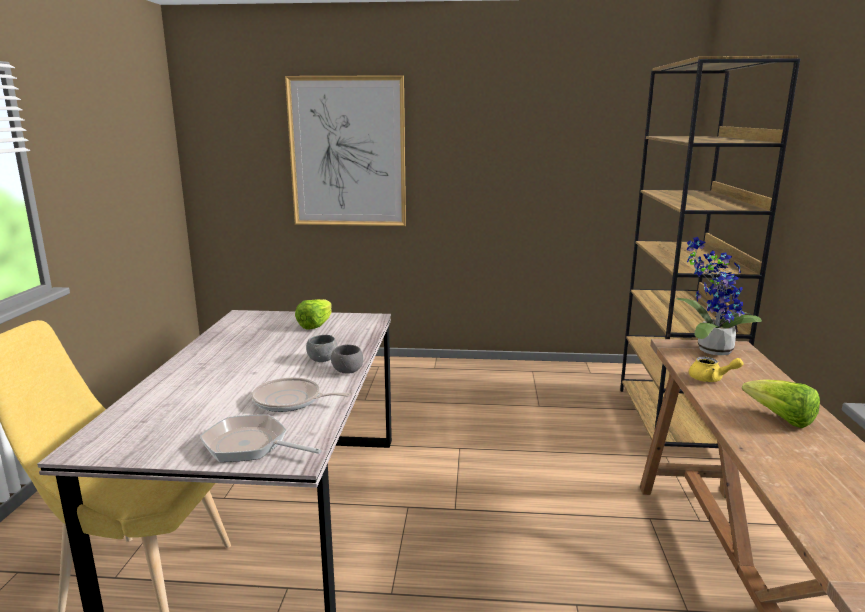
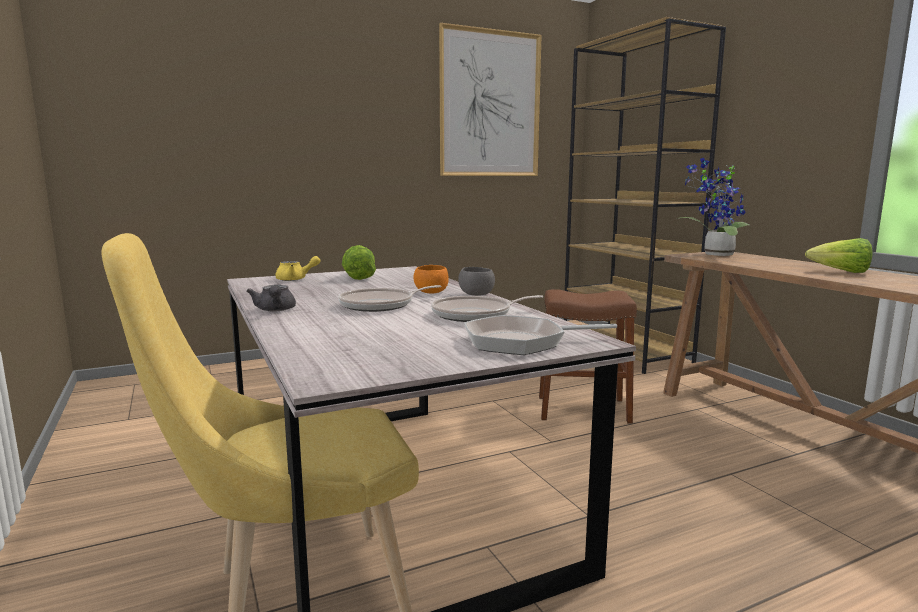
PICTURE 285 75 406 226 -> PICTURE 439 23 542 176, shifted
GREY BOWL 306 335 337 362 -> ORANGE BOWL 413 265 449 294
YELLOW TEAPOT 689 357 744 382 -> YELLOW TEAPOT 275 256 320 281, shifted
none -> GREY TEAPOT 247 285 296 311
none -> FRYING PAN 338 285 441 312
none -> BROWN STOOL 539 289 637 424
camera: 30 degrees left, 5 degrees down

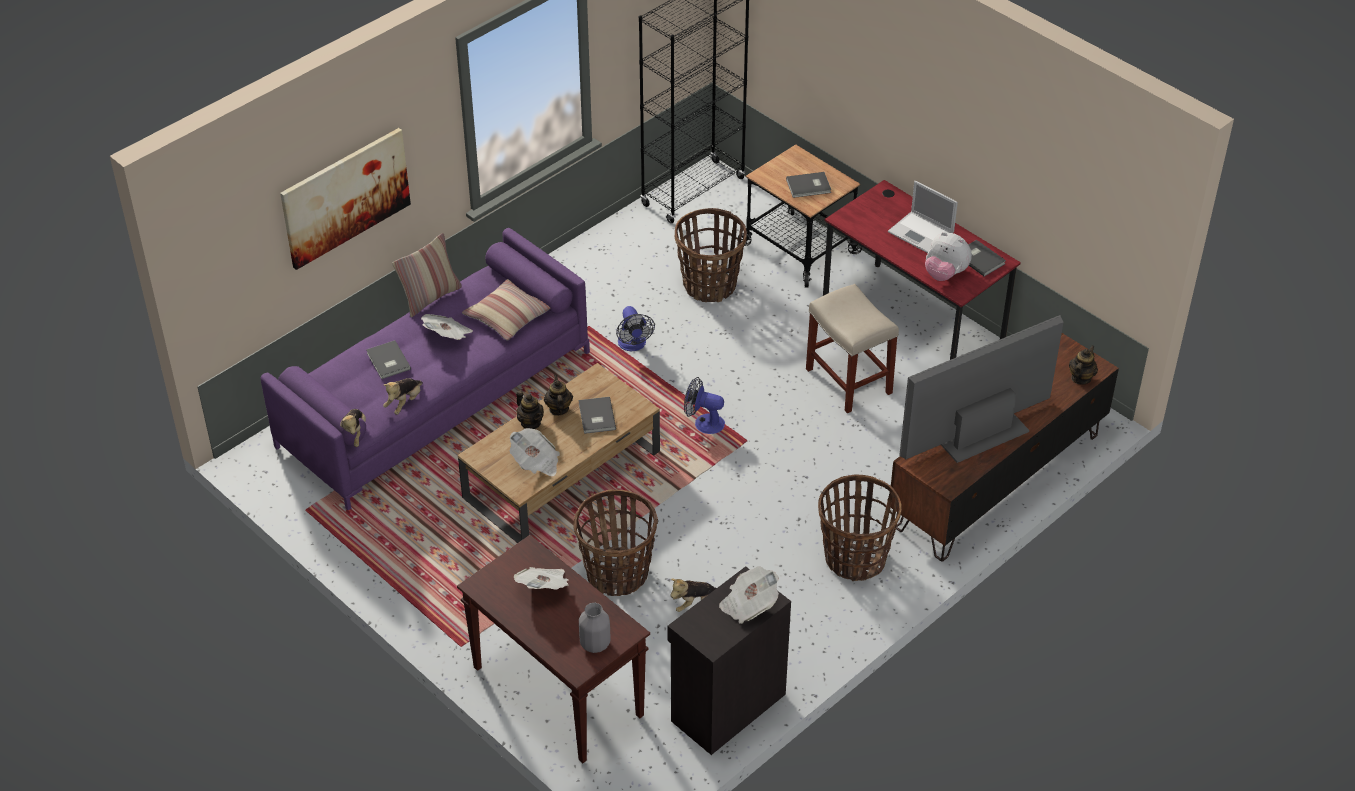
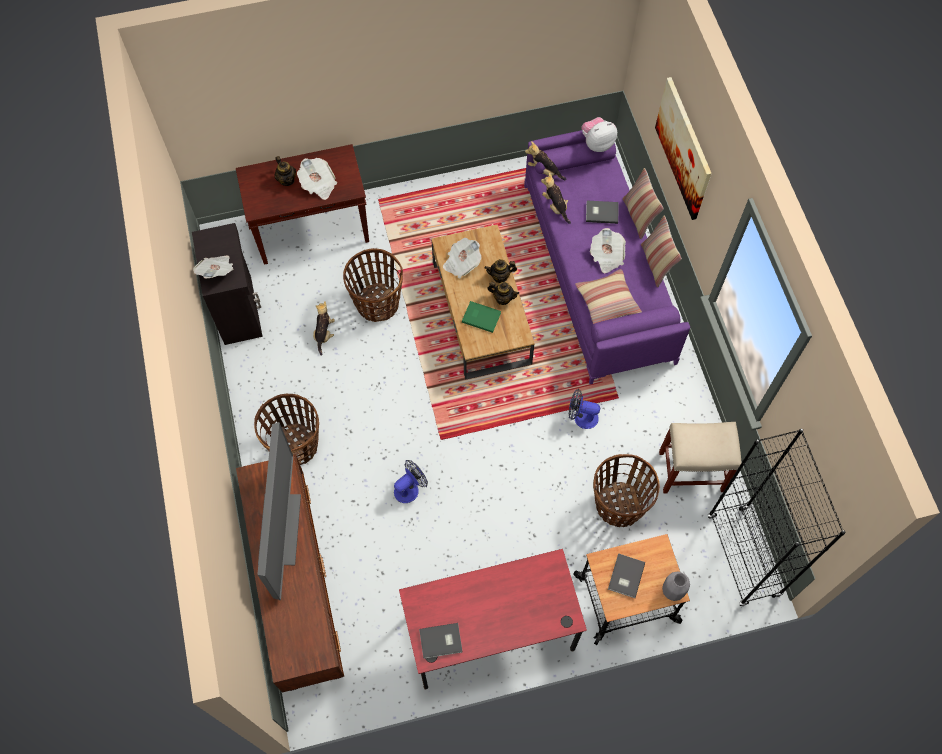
LAPTOP 888 181 958 253 -> none
PLUSH TOY 925 232 972 281 -> PLUSH TOY 582 117 617 152, shifted
BEIGE STOOL 806 284 899 413 -> BEIGE STOOL 659 422 741 493, shifted
TEAPOT 1069 345 1098 385 -> TEAPOT 275 156 296 186, shifted
FAN 684 377 725 434 -> FAN 394 460 428 503, shifted
GREY BOOK 579 397 616 434 -> GREEN BOOK 462 301 501 333
GREY VASE 579 603 610 653 -> GREY VASE 662 571 690 601, shifted
none -> PILLOW 623 168 664 239
camera: 120 degrees right, 20 degrees up

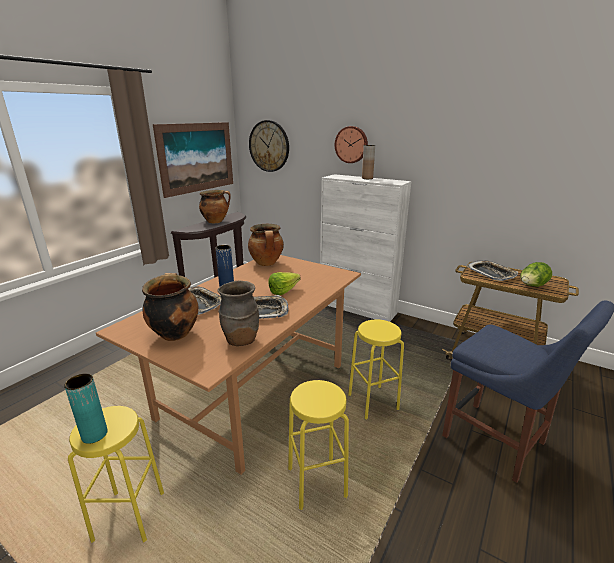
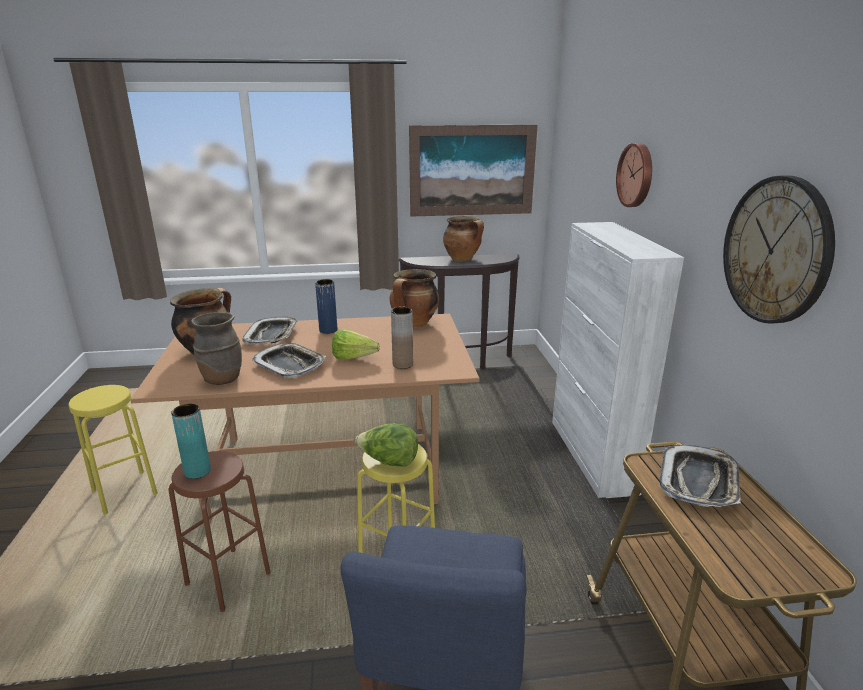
WALL CLOCK 249 120 289 172 -> WALL CLOCK 723 175 835 324, shifted
BROWN VASE 362 145 375 179 -> BROWN VASE 391 307 413 369, shifted
LETTUCE 520 262 552 287 -> LETTUCE 355 423 418 467, shifted
TURQUOISE VASE 64 374 108 444 -> TURQUOISE VASE 171 404 211 479, shifted
YELLOW STOOL 288 380 349 510 -> BROWN STOOL 168 451 270 612
camera: 50 degrees right, 0 degrees up

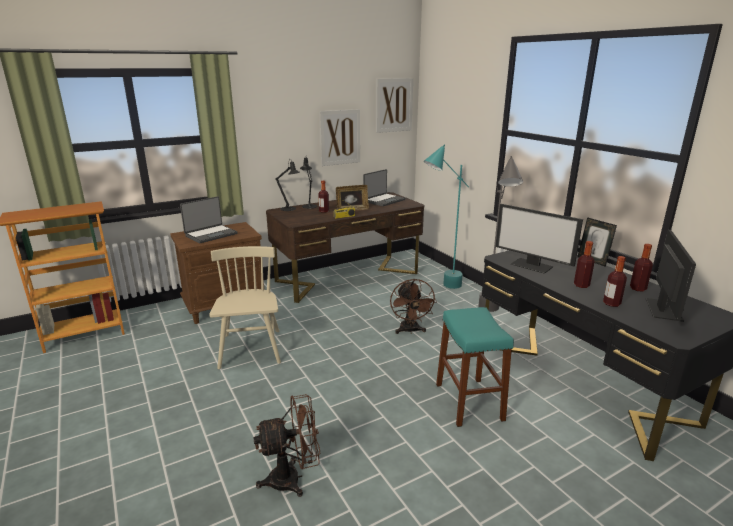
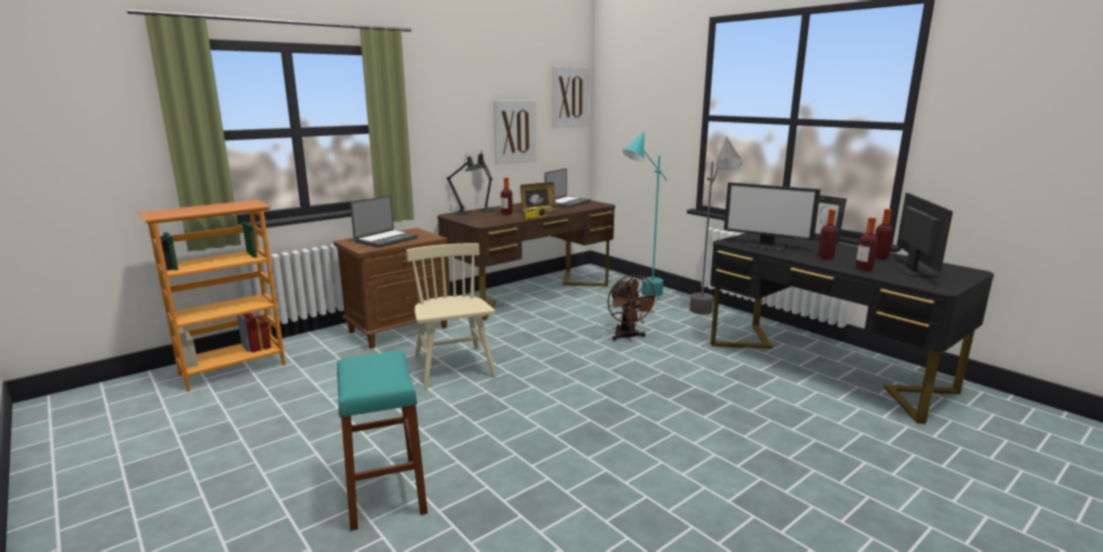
TURQUOISE STOOL 436 307 514 427 -> TURQUOISE STOOL 337 351 428 531, shifted
BROWN FAN 253 394 320 497 -> none
camera: 10 degrees left, 5 degrees down

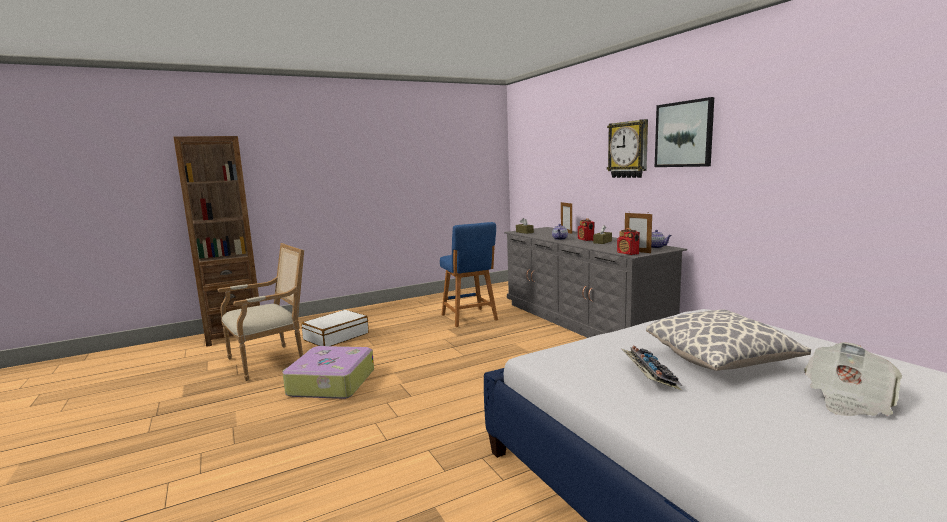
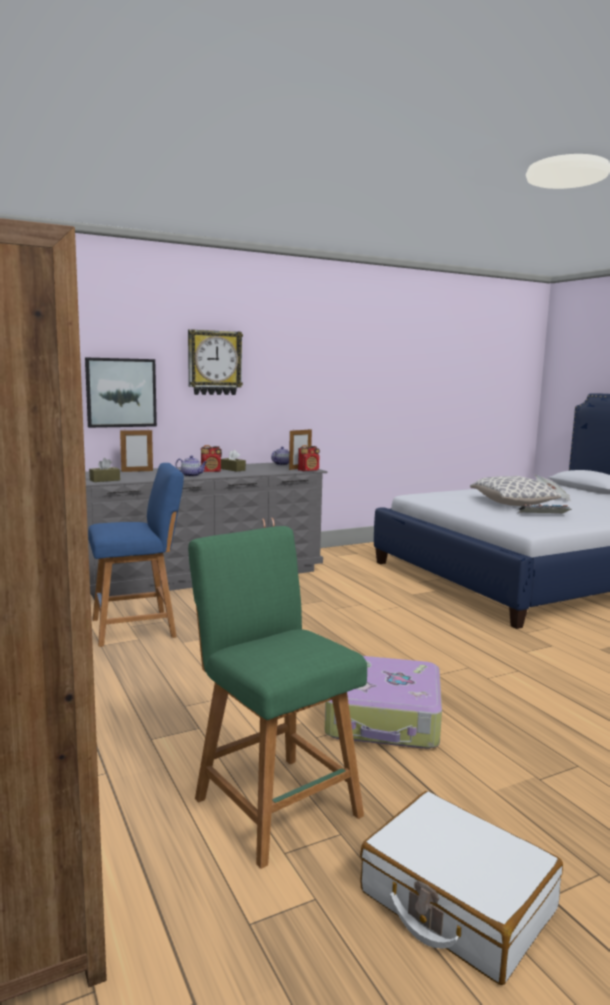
PICTURE 655 97 714 167 -> PICTURE 85 358 157 428, shifted
ARMCHAIR 218 243 304 381 -> GREEN STOOL 188 526 367 869
WHITE SUITCASE 302 310 369 346 -> WHITE SUITCASE 360 791 563 985, shifted
camera: 90 degrees left, 0 degrees up

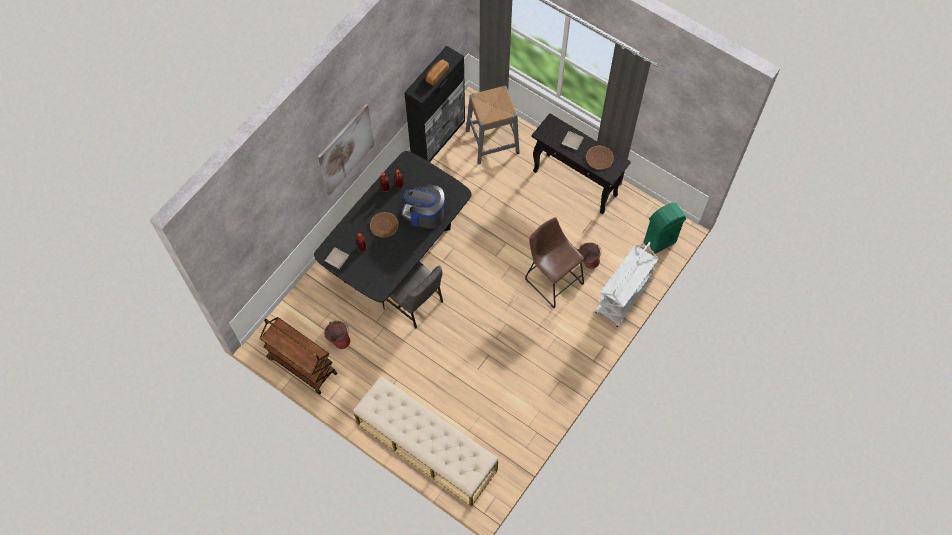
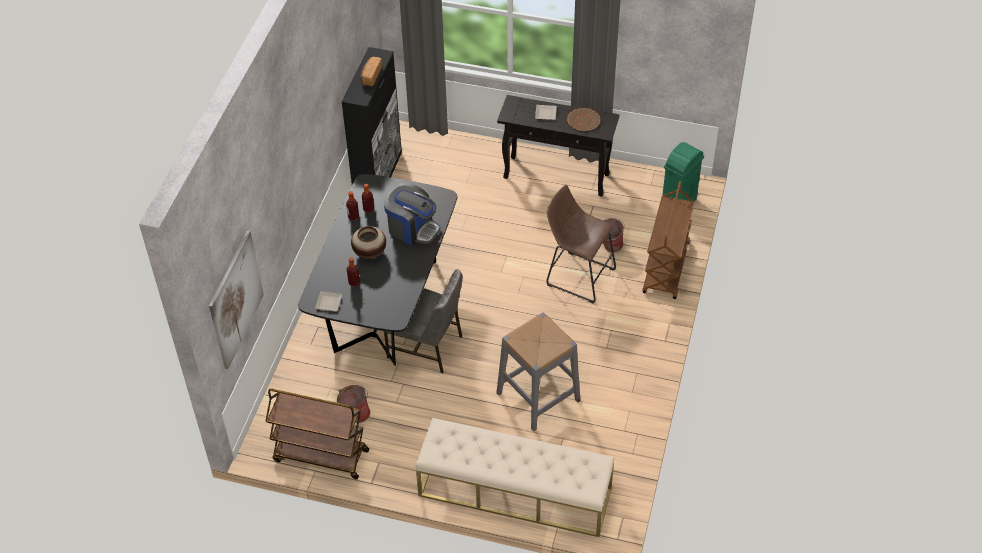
GREY STOOL 466 86 520 165 -> GREY STOOL 496 312 580 432, shifted
PICTURE 318 104 374 196 -> PICTURE 209 230 264 369, shifted
COFFEE MACHINE 402 184 445 229 -> COFFEE MACHINE 384 183 440 245, 150 degrees counterclockwise
BROWN PLATE 370 212 399 237 -> VASE 351 226 386 259
WHITE CART 595 242 659 327 -> BROWN CART 643 181 695 299
camera: 20 degrees left, 15 degrees down

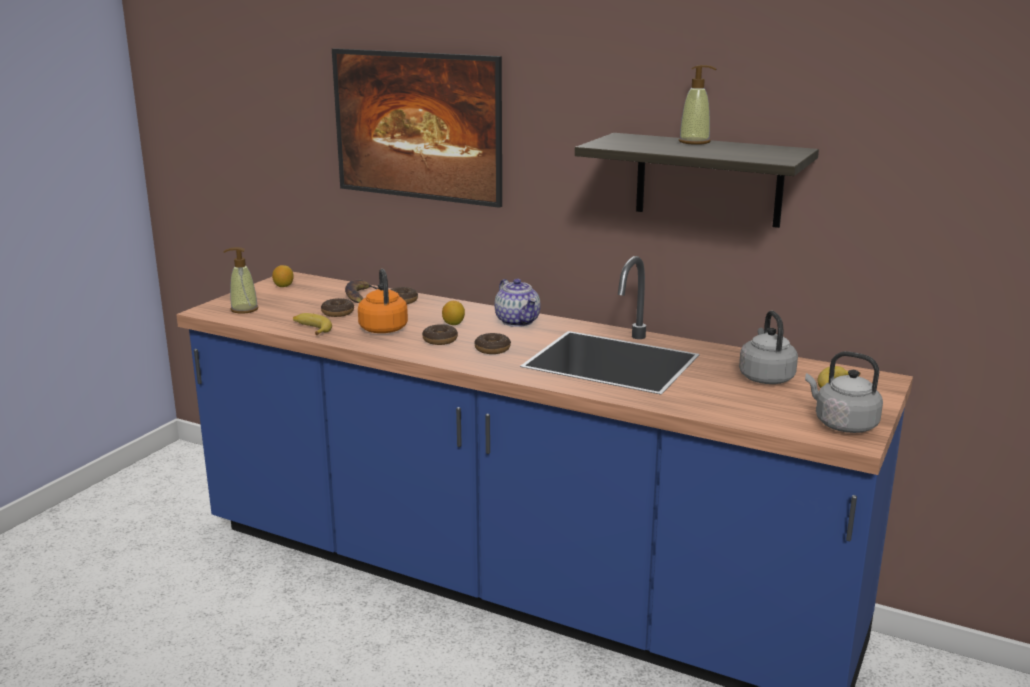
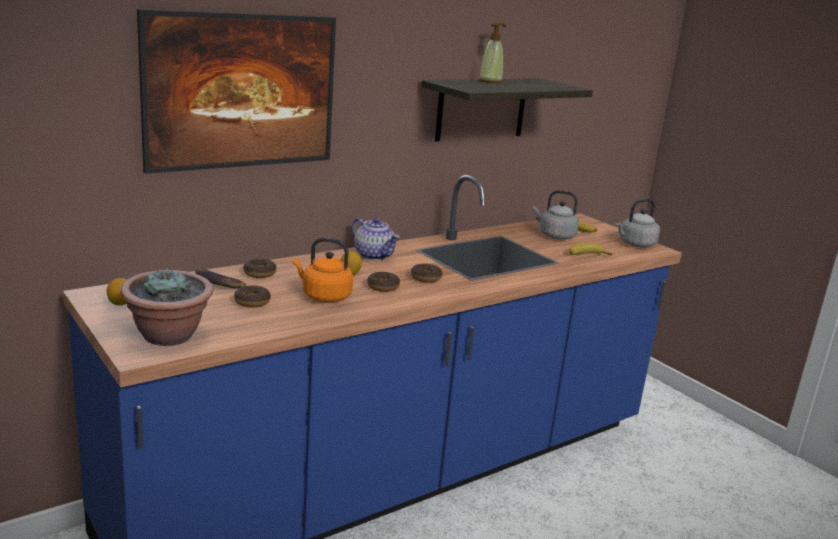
SOAP DISPENSER 224 247 258 314 -> POTTED PLANT 120 268 213 346
TEAPOT 494 279 540 327 -> TEAPOT 352 217 400 260, 45 degrees clockwise
BANANA 293 313 332 335 -> BANANA 569 243 612 256, shifted
camera: 65 degrees left, 0 degrees up

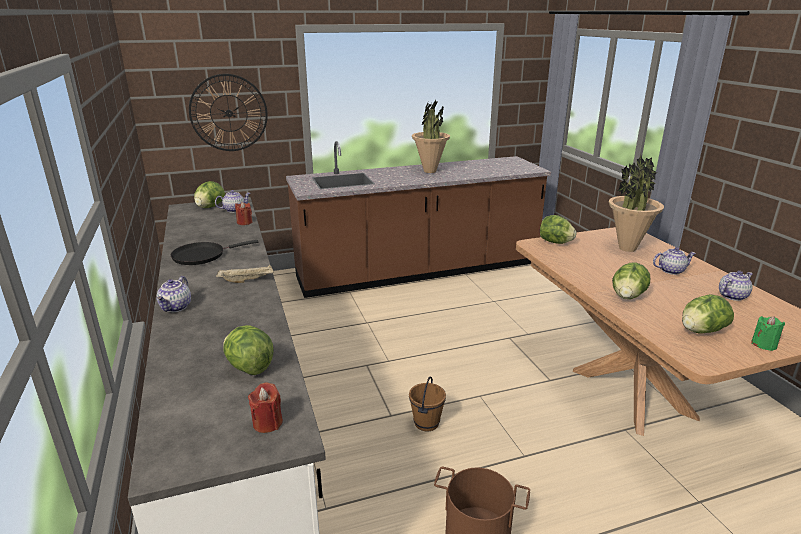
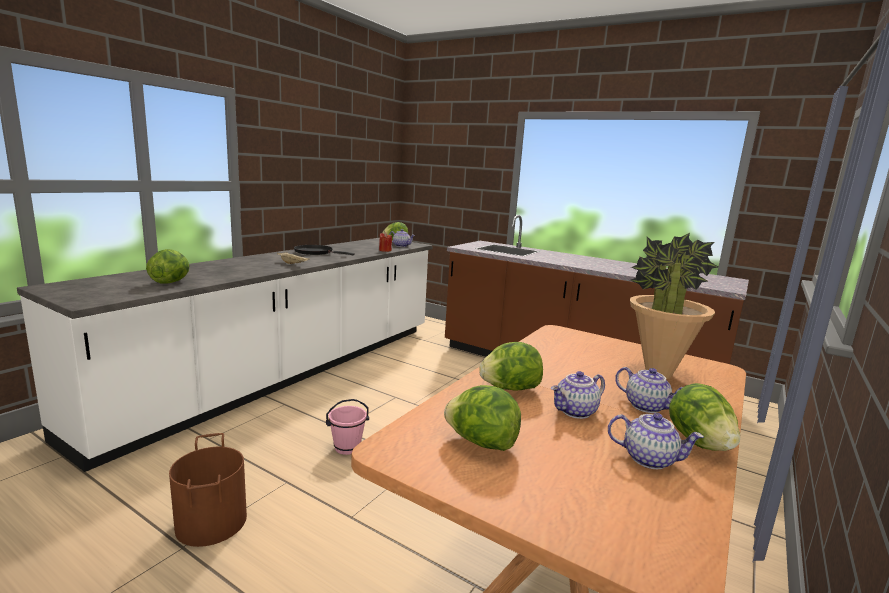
WALL CLOCK 189 74 268 151 -> none
POTTED PLANT 412 100 450 173 -> none
LETTUCE 540 215 576 244 -> LETTUCE 669 383 740 451, shifted
TEAPOT 156 276 191 312 -> TEAPOT 551 371 605 419, shifted
GREEN CANDLE 751 316 785 351 -> none
BROWN BUCKET 409 377 446 431 -> PINK BUCKET 326 399 369 455
RED CANDLE 248 382 283 433 -> none
camera: 50 degrees right, 10 degrees down

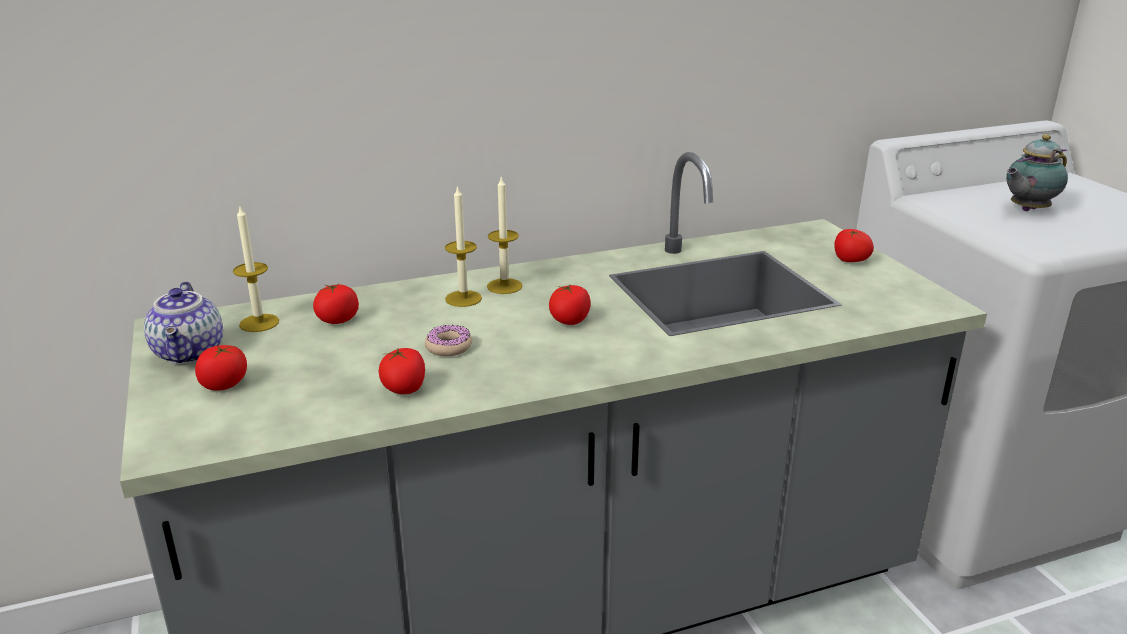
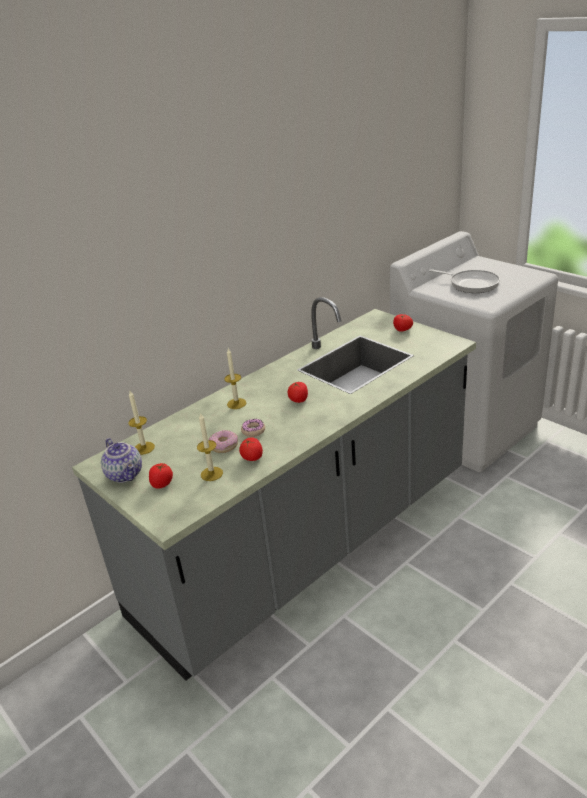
TEAPOT 1006 134 1068 211 -> FRYING PAN 429 269 500 293
CANDLE 487 175 523 294 -> CANDLE 197 413 223 481, shifted
TOMATO 313 284 359 324 -> none
none -> DONUT 209 430 238 453
camera: 20 degrees left, 5 degrees up

